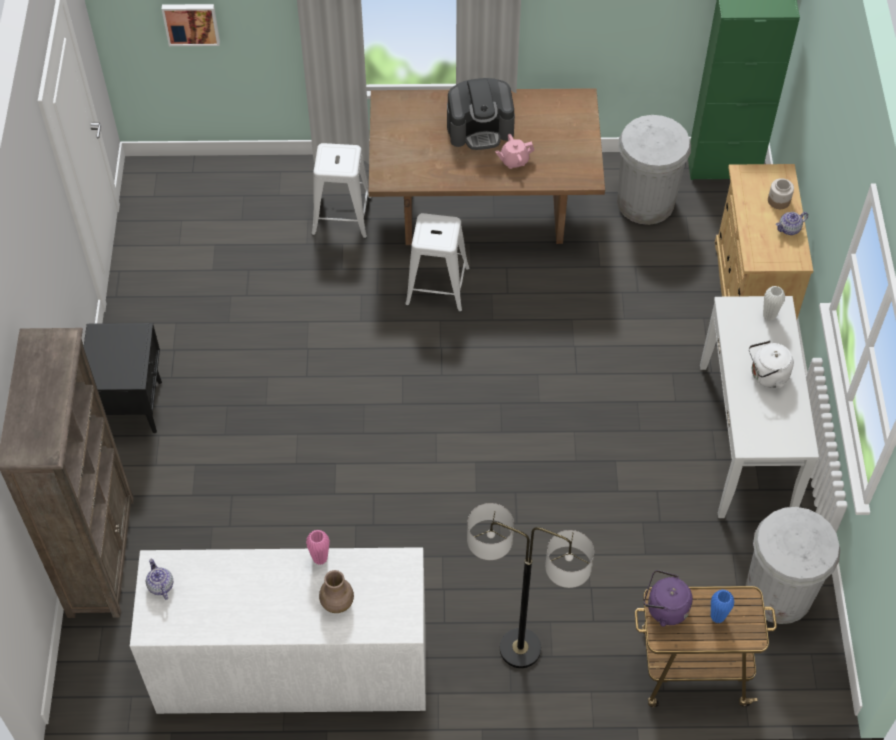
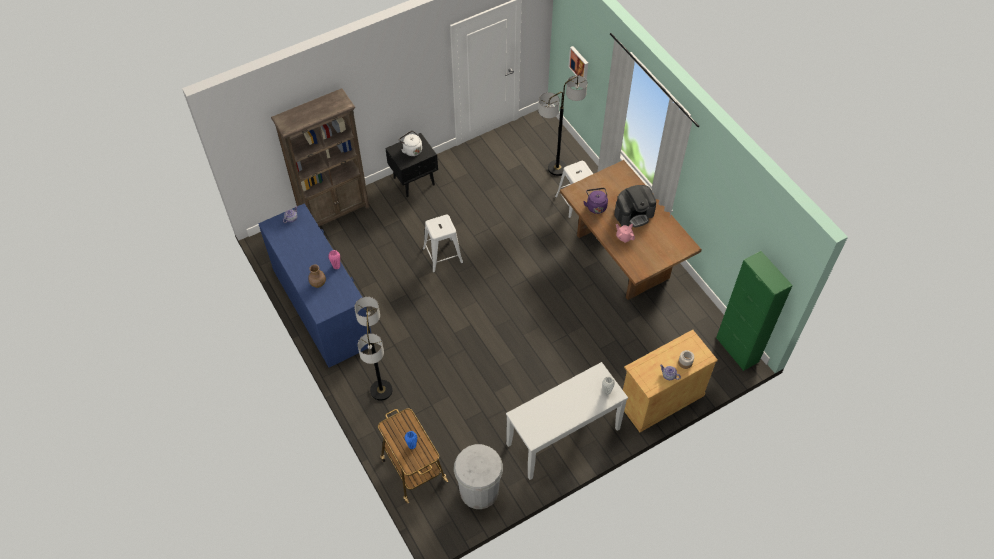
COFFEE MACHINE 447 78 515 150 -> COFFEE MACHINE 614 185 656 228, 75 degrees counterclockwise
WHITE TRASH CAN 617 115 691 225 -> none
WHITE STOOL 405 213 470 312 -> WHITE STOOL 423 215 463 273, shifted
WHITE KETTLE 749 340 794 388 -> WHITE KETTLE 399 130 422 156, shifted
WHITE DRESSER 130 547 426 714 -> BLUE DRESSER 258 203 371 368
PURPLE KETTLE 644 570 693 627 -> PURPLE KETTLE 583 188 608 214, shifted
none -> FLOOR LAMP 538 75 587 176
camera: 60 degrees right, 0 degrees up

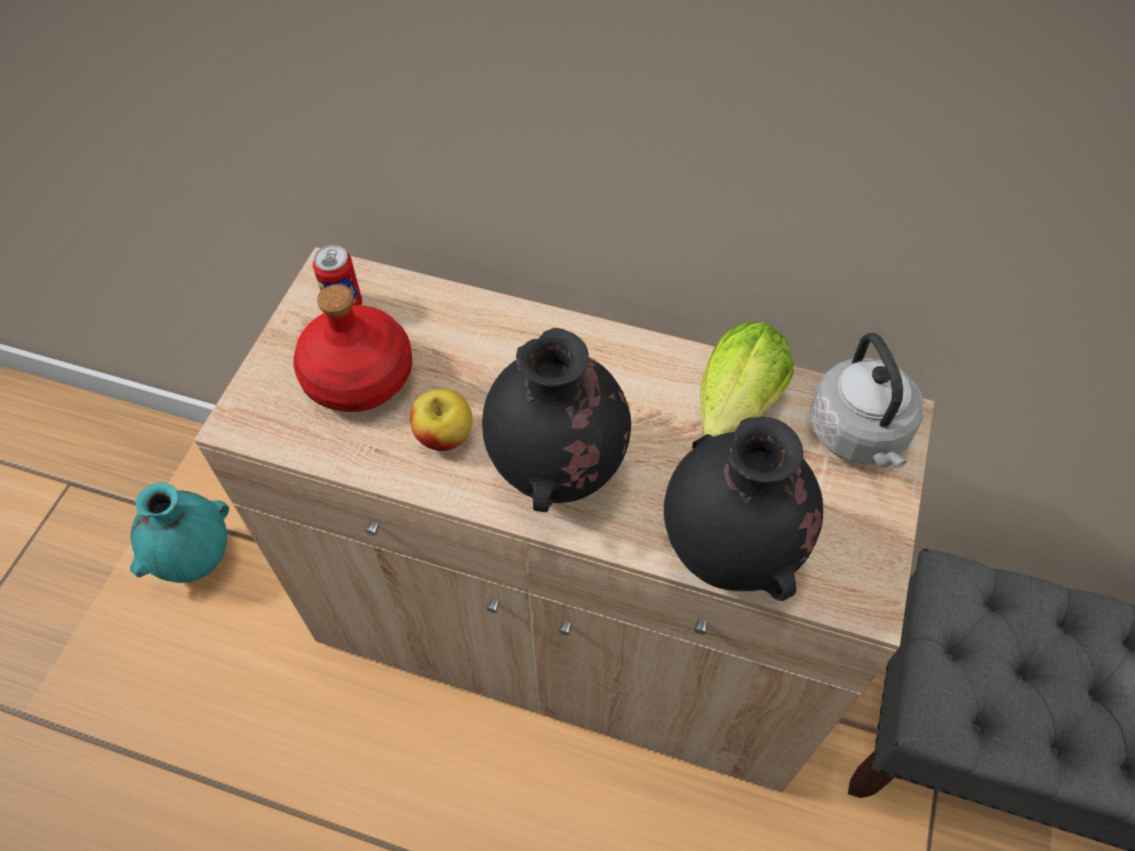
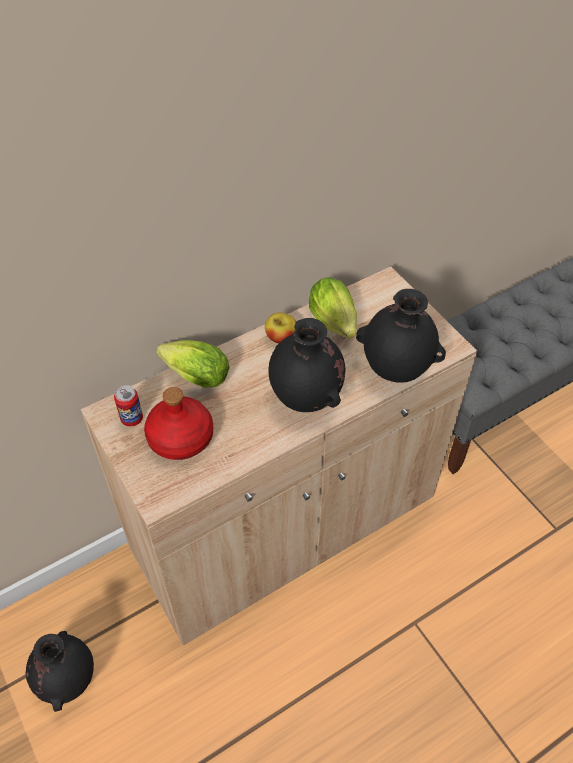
GREY KETTLE 810 333 924 468 -> none
APPLE 410 389 472 451 -> APPLE 265 313 296 343, shifted
TURQUOISE VASE 130 482 229 583 -> BLACK VASE 26 631 94 712
none -> LETTUCE 156 340 229 388
camera: 50 degrees left, 5 degrees down

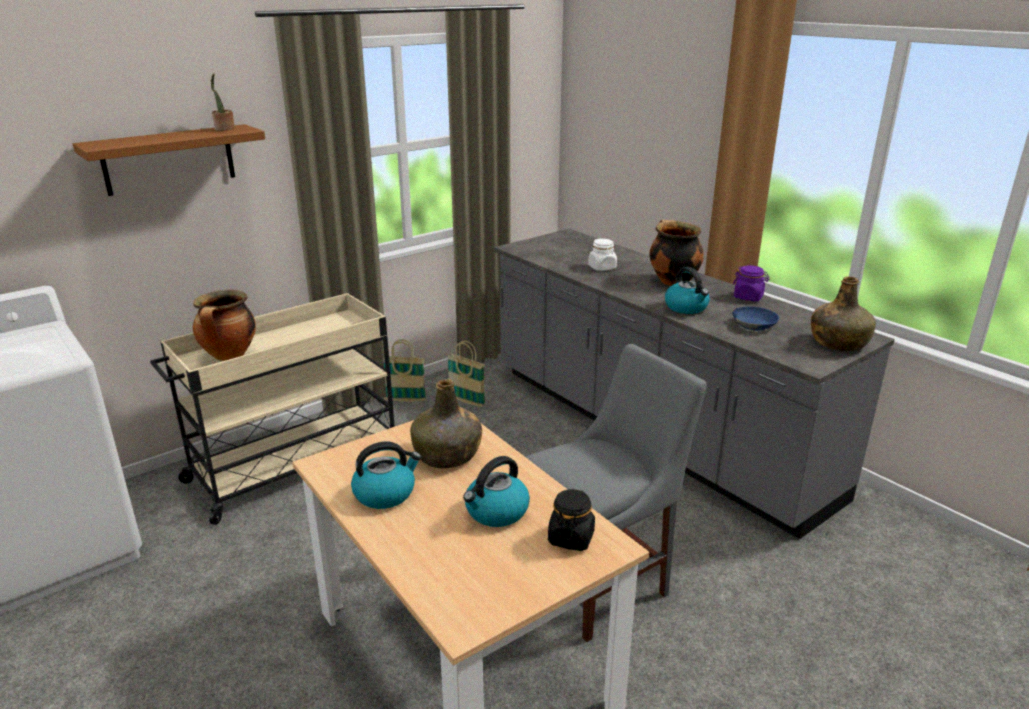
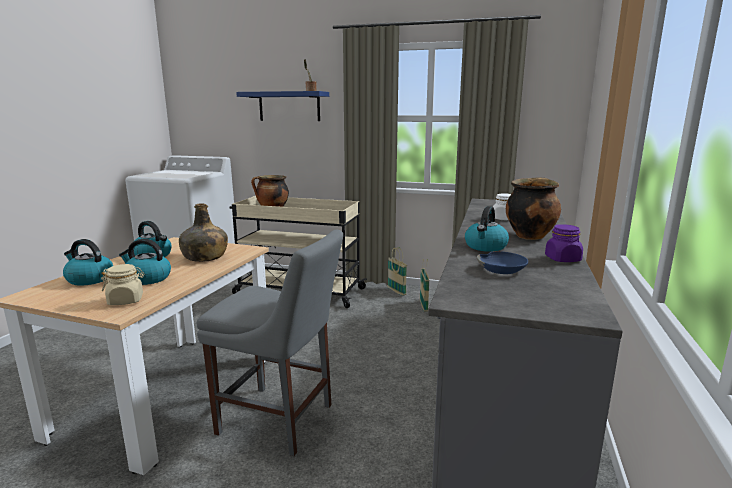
BROWN SHELF 73 124 265 196 -> BLUE SHELF 236 91 329 121
GREEN BOTTLE 811 277 876 351 -> none
BLACK JAR 548 489 595 551 -> BEIGE JAR 101 264 145 305
none -> KETTLE 63 239 113 286
camera: 55 degrees right, 10 degrees down

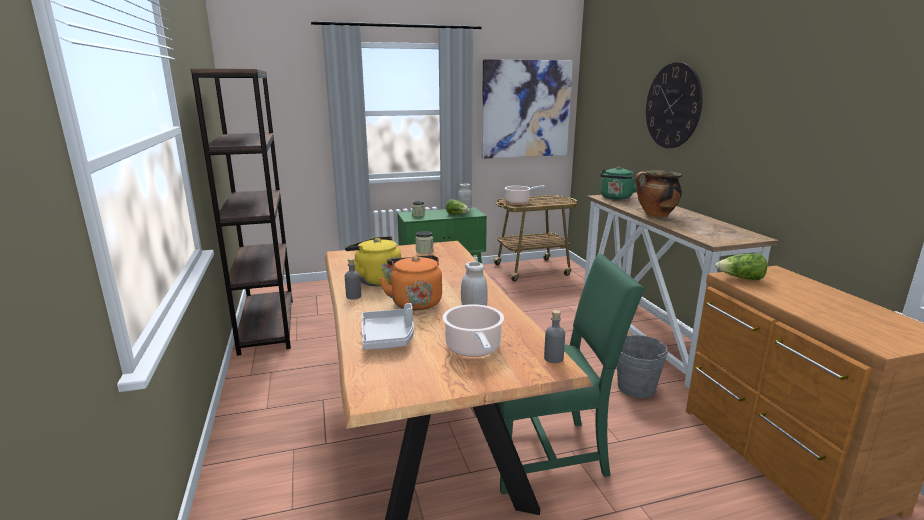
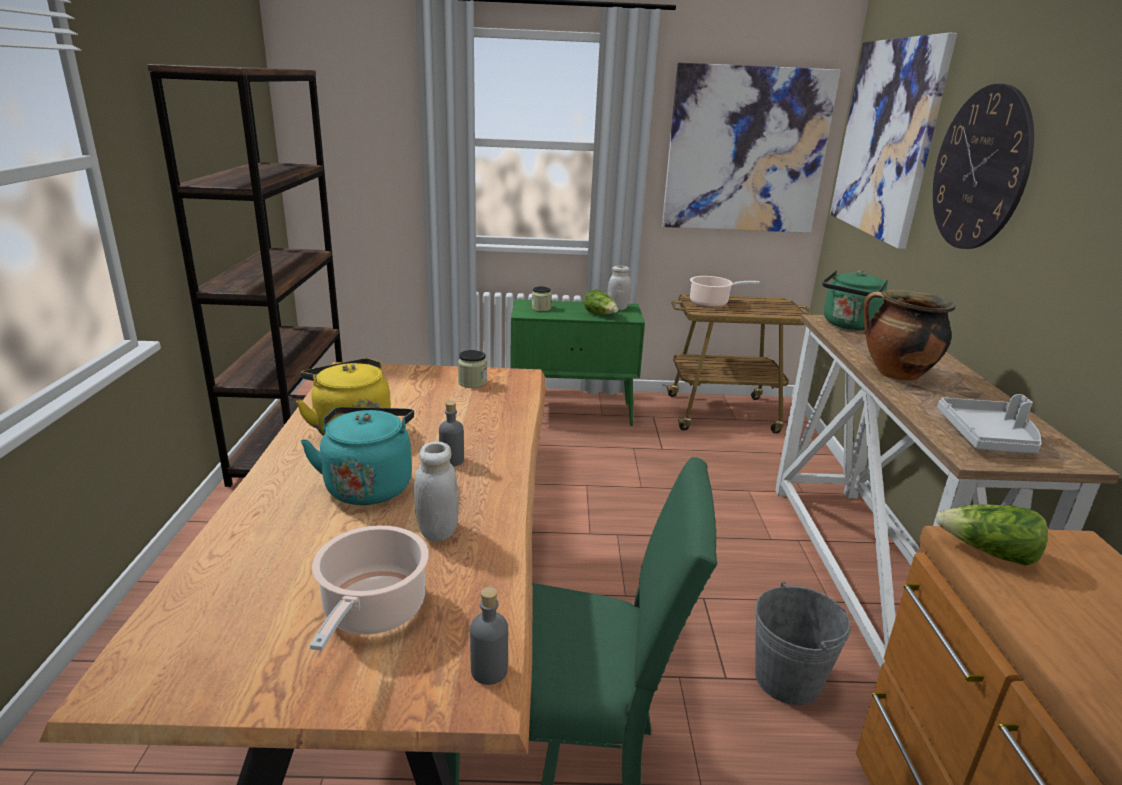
ORANGE KETTLE 379 255 442 310 -> TURQUOISE KETTLE 301 407 414 505
GREY BOTTLE 345 258 361 299 -> GREY BOTTLE 439 401 464 466, shifted
GREY TRAY 361 303 414 350 -> GREY TRAY 937 394 1041 453, shifted
none -> PICTURE 830 33 957 249
camera: 15 degrees right, 5 degrees up

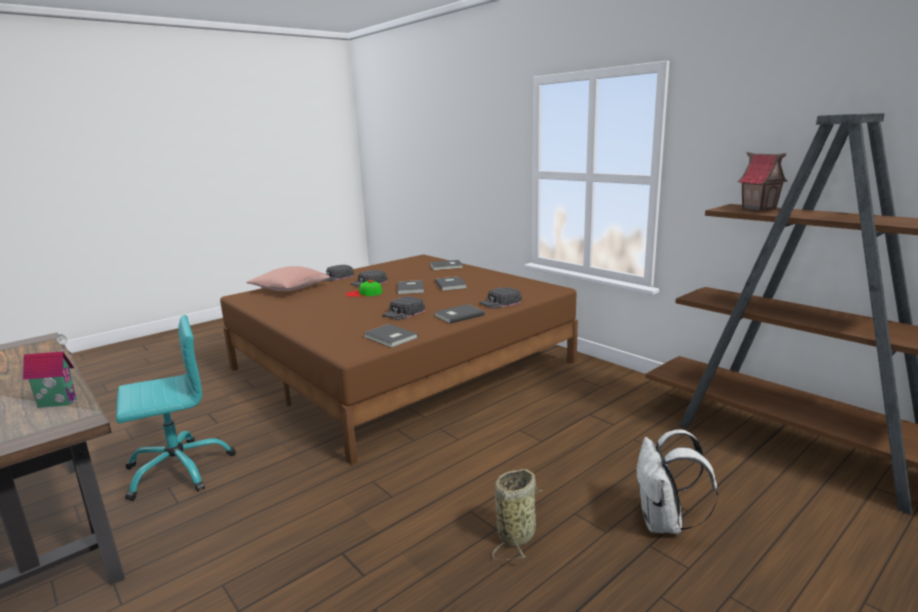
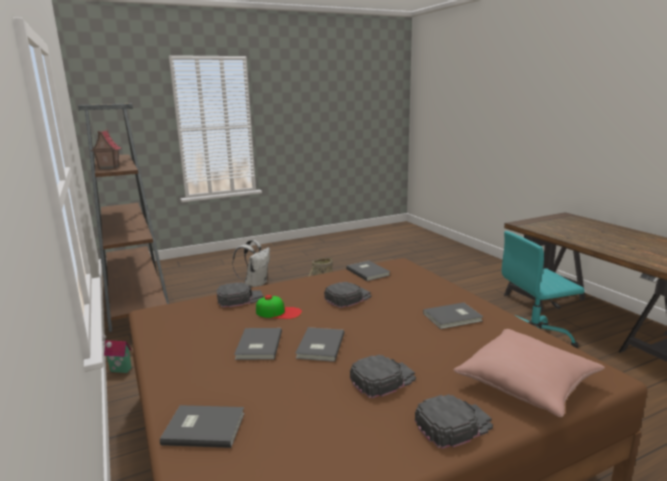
CAP 346 280 382 297 -> CAP 256 295 302 319, shifted
GREY BOOK 435 304 485 324 -> GREY BOOK 423 302 483 329, shifted
TOY HOUSE 23 334 77 408 -> TOY HOUSE 102 335 132 373, shifted
camera: 165 degrees left, 0 degrees up

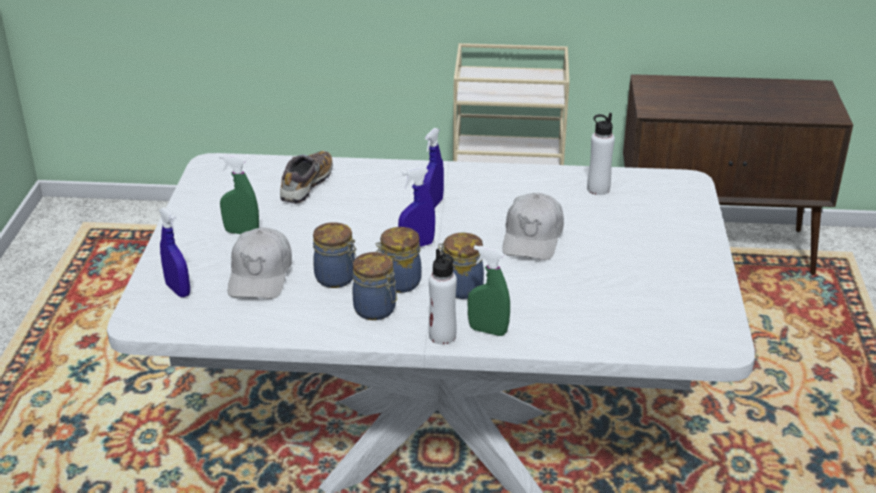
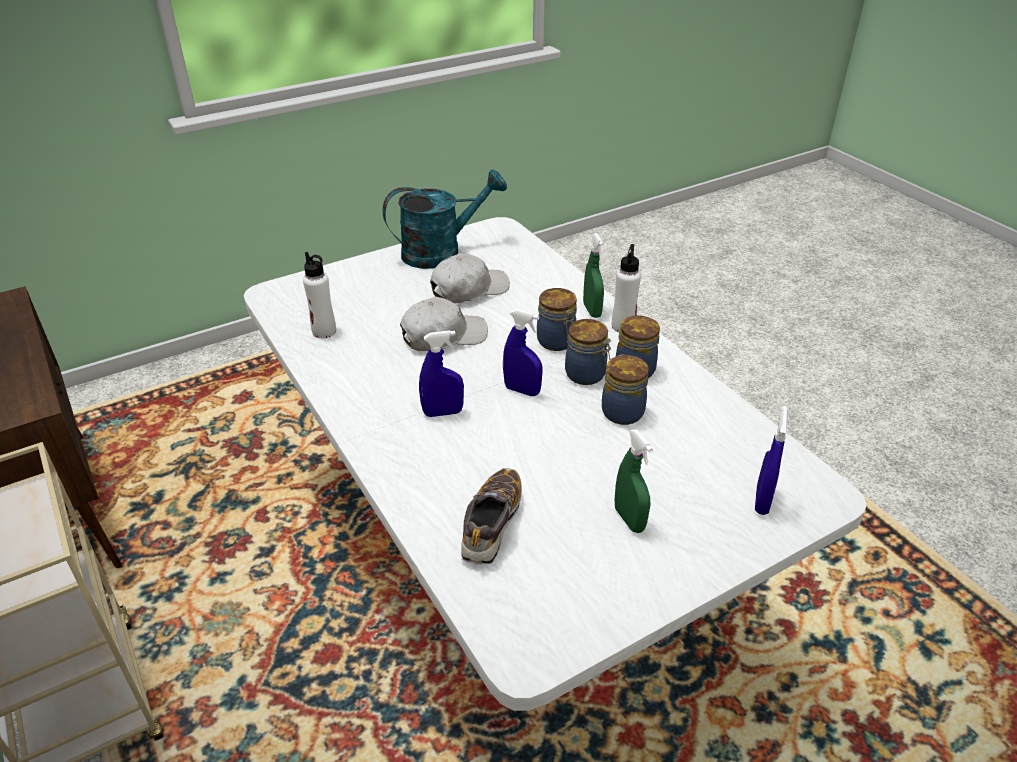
SHOE 280 151 333 204 -> SHOE 461 468 522 565, 120 degrees clockwise
WHITE CAP 228 227 292 299 -> WHITE CAP 430 253 510 303, shifted
none -> TURQUOISE WATERING CAN 383 169 507 269
camera: 125 degrees left, 5 degrees up

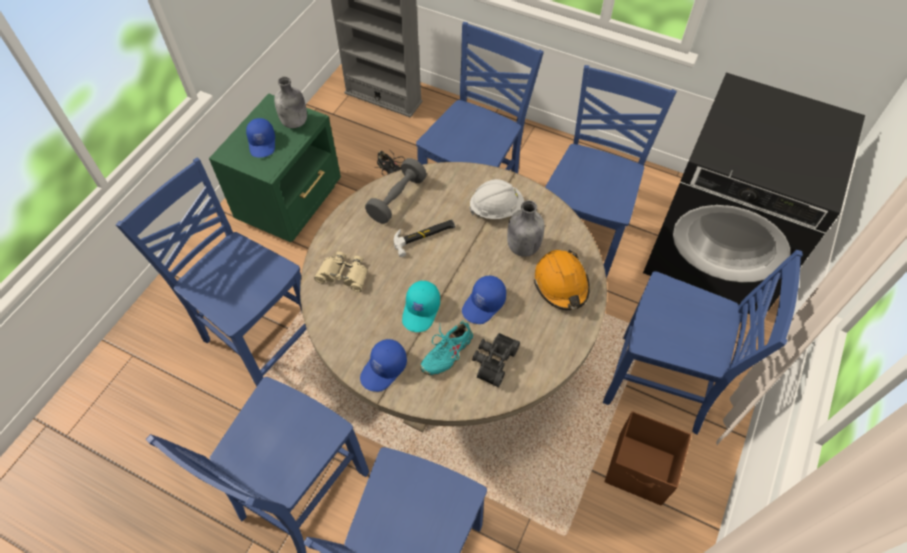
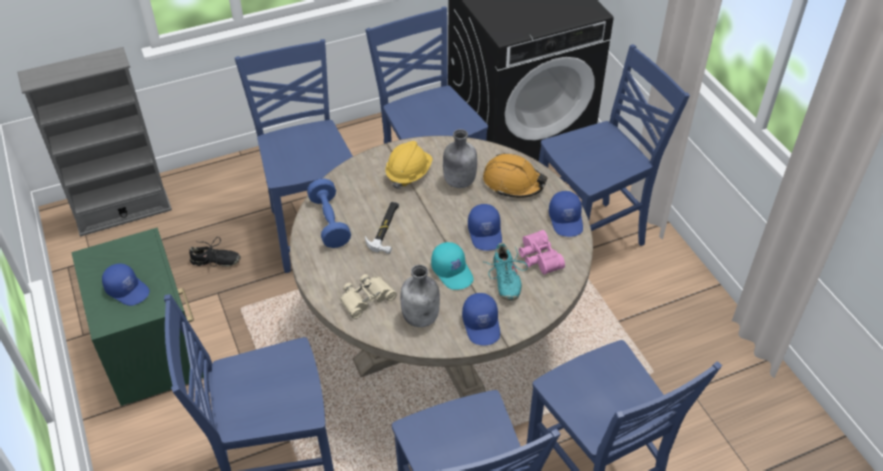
GREY BOTTLE 274 77 307 128 -> GREY BOTTLE 401 265 440 327, shifted
GREY DUMBBELL 365 158 427 223 -> BLUE DUMBBELL 307 179 351 248
WHITE HARD HAT 469 179 524 219 -> YELLOW HARD HAT 386 141 433 189
BLACK BINOCULARS 472 333 520 387 -> PINK BINOCULARS 519 230 565 275
BROWN STORAGE BOX 604 411 692 505 -> none
none -> BLUE CAP 549 191 583 237
camera: 50 degrees left, 10 degrees down

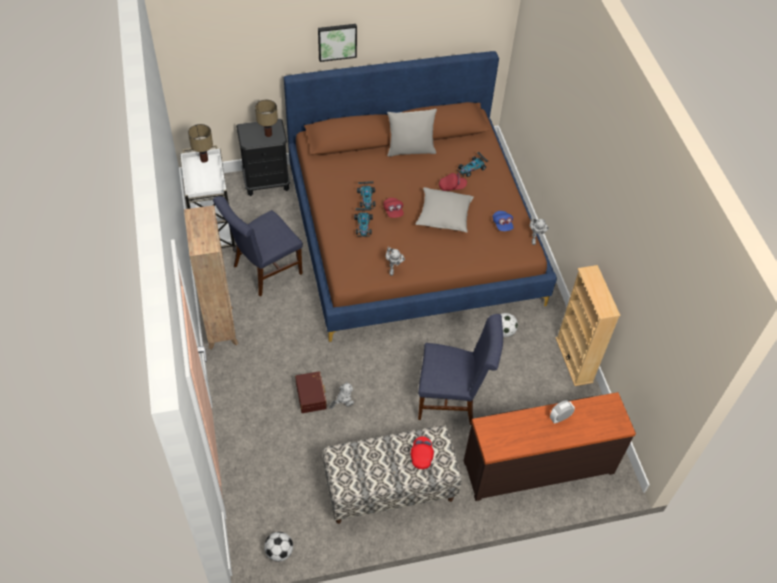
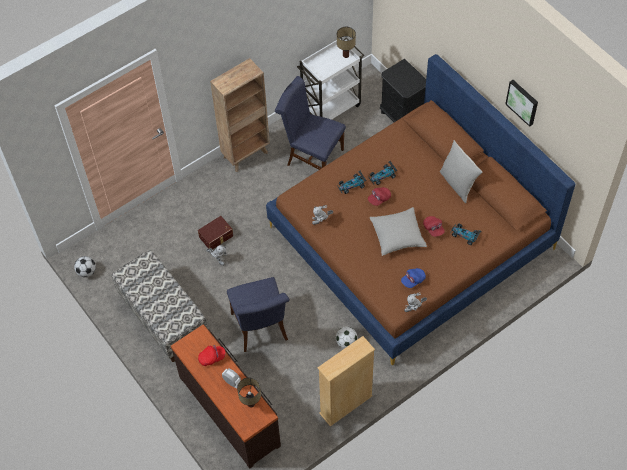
PICTURE 318 24 357 62 -> PICTURE 505 80 538 127, shifted
TABLE LAMP 255 100 278 137 -> TABLE LAMP 237 378 261 408, shifted
RED CAP 411 436 434 469 -> RED CAP 198 345 226 366, shifted
camera: 70 degrees right, 5 degrees up

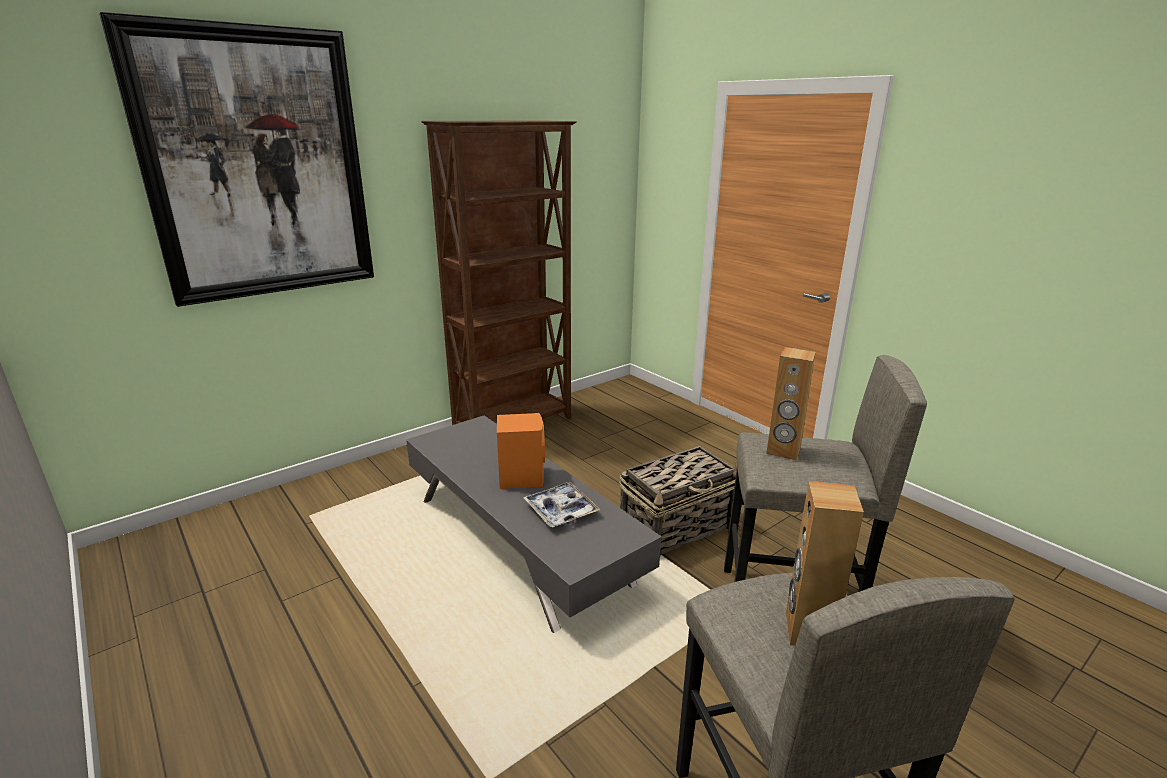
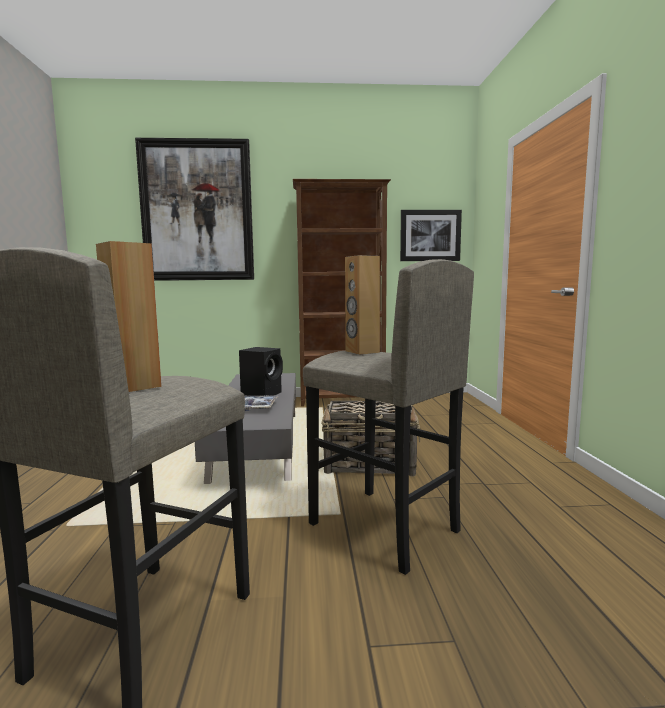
ORANGE SPEAKER 497 413 545 489 -> BLACK SPEAKER 239 347 283 396
none -> PICTURE 400 210 462 261
camera: 35 degrees right, 15 degrees down

